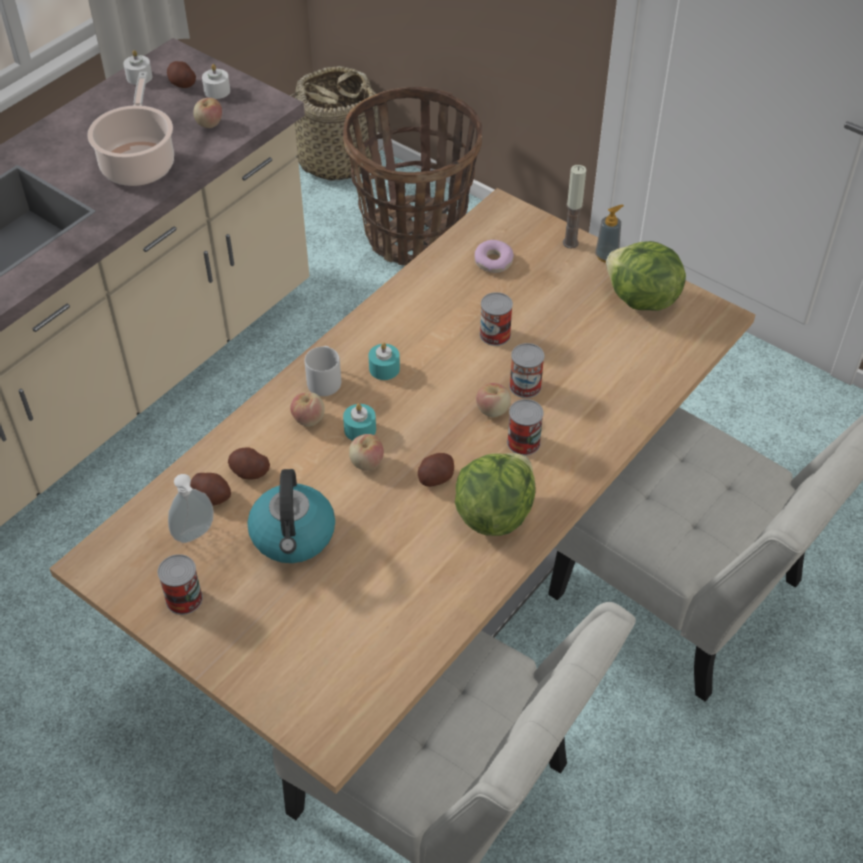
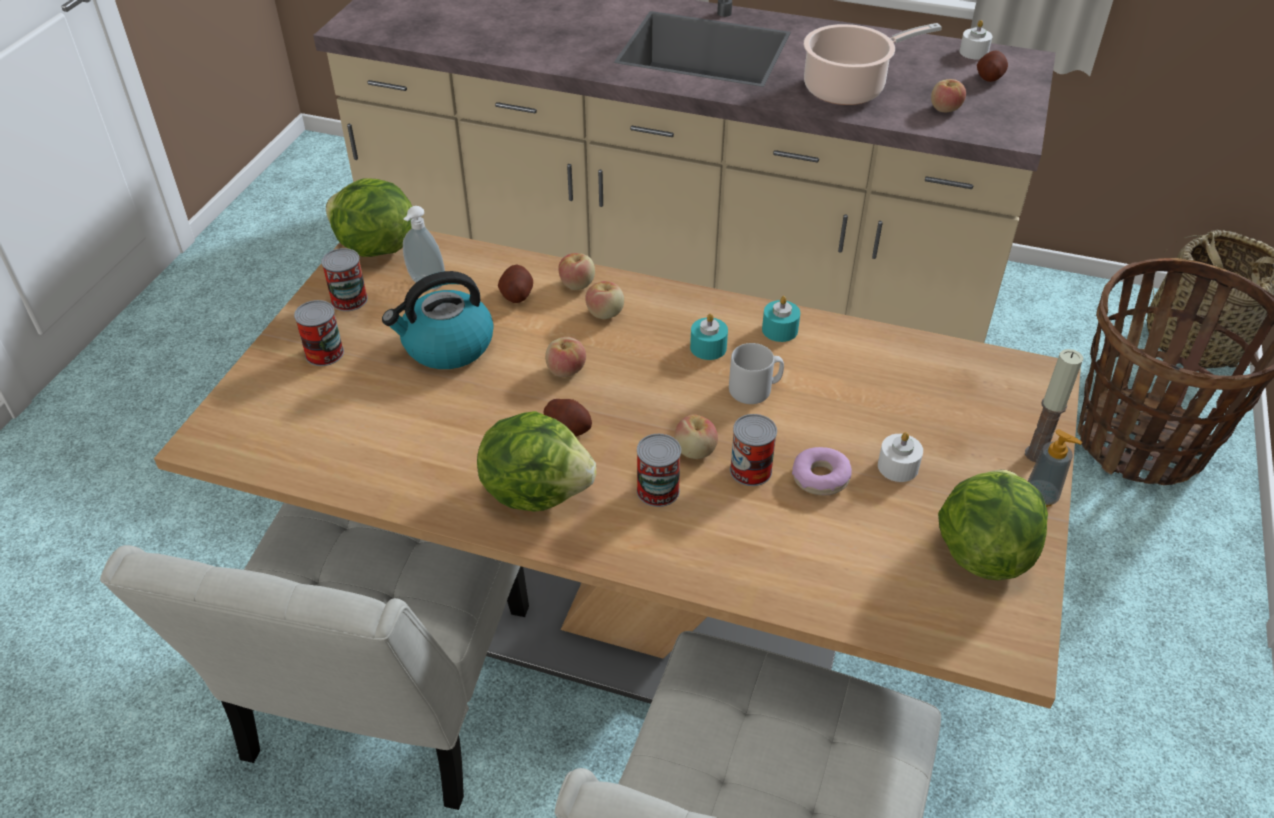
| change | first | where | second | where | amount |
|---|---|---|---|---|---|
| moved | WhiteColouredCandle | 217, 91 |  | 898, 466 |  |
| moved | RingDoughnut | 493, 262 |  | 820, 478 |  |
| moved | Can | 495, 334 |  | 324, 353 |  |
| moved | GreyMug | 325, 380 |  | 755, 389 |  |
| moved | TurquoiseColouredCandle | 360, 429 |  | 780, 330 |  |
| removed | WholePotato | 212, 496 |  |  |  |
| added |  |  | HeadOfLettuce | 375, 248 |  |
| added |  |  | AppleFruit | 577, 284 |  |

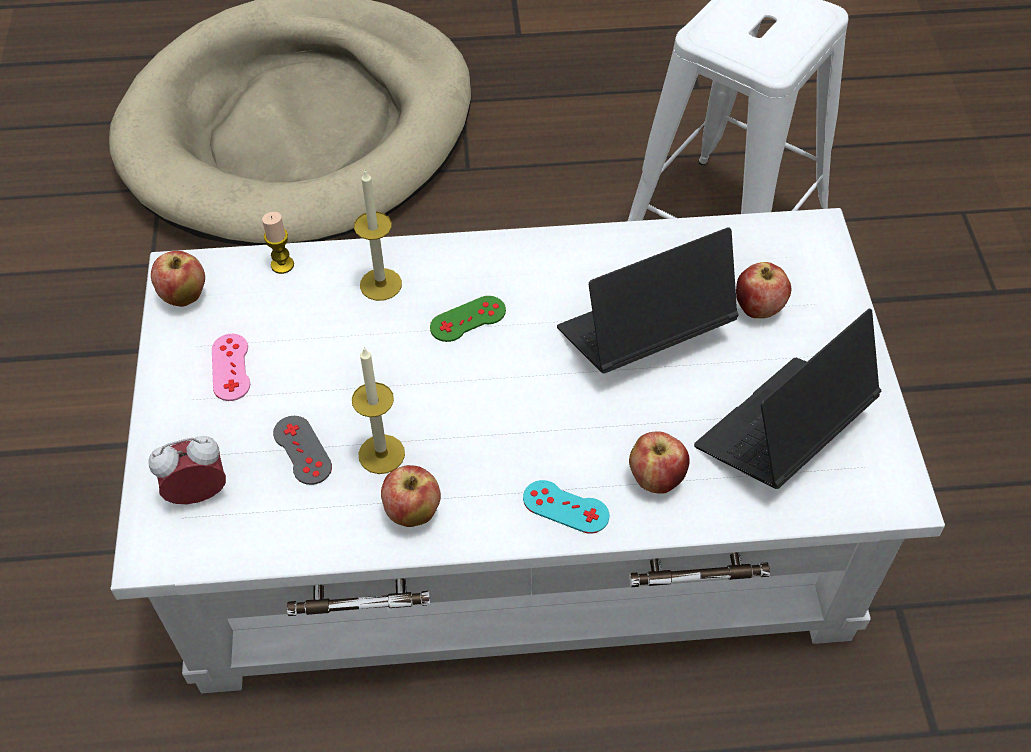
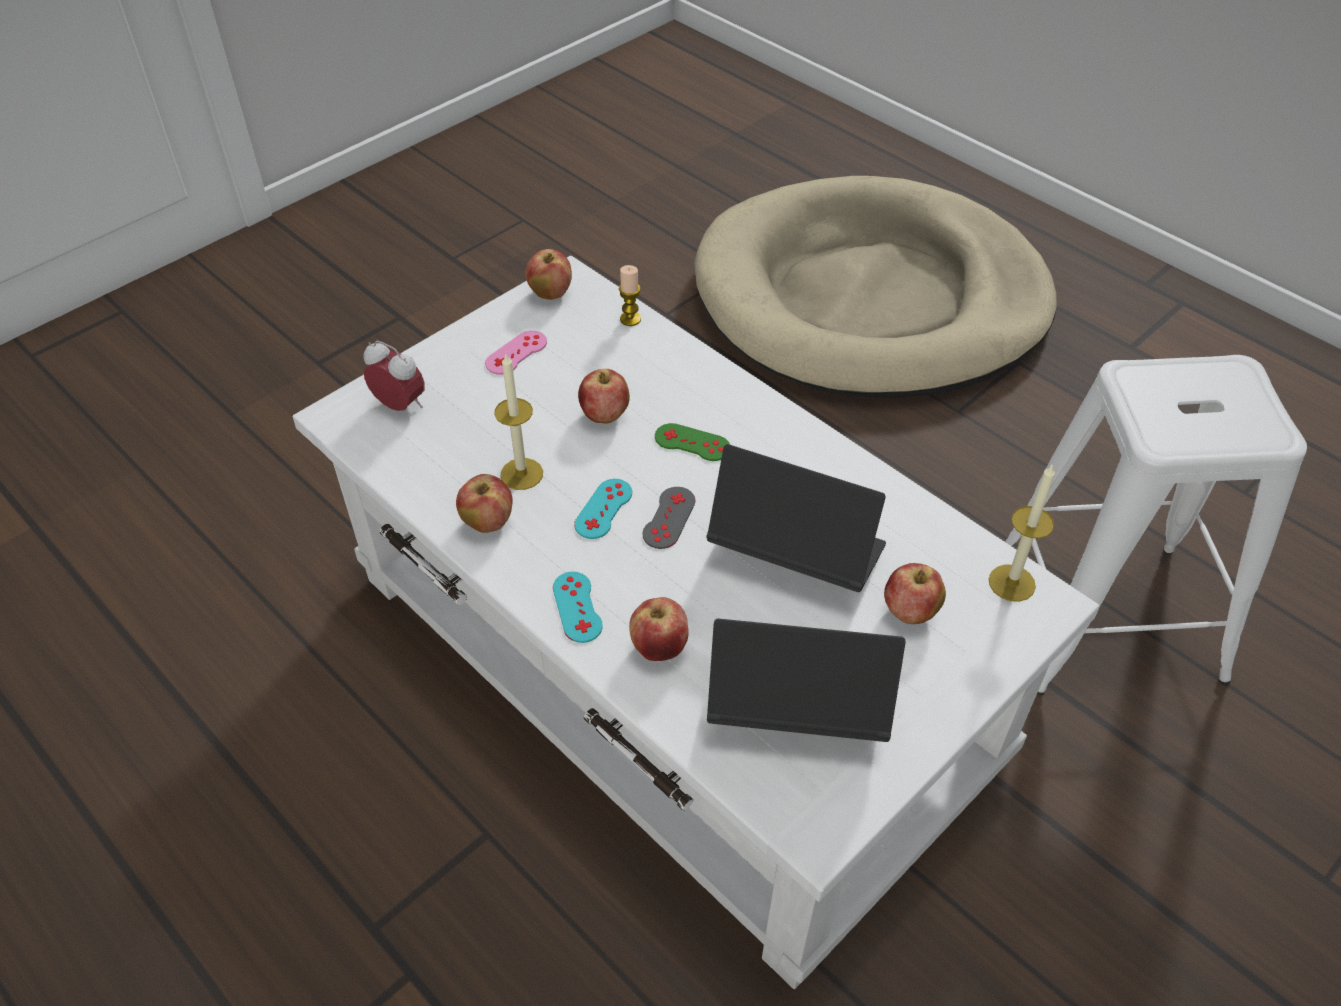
| change | first | where | second | where | amount |
|---|---|---|---|---|---|
| moved | Candle | 380, 284 |  | 1011, 583 |  |
| moved | GreyGamepad | 302, 450 |  | 669, 518 |  |
| added |  |  | AppleFruit | 604, 415 |  |
| added |  |  | TurquoiseColouredGamepad | 603, 509 |  |

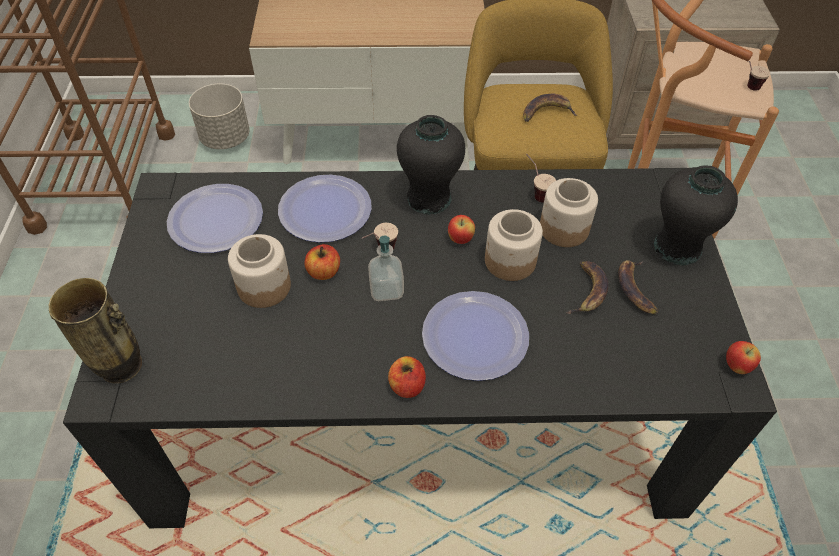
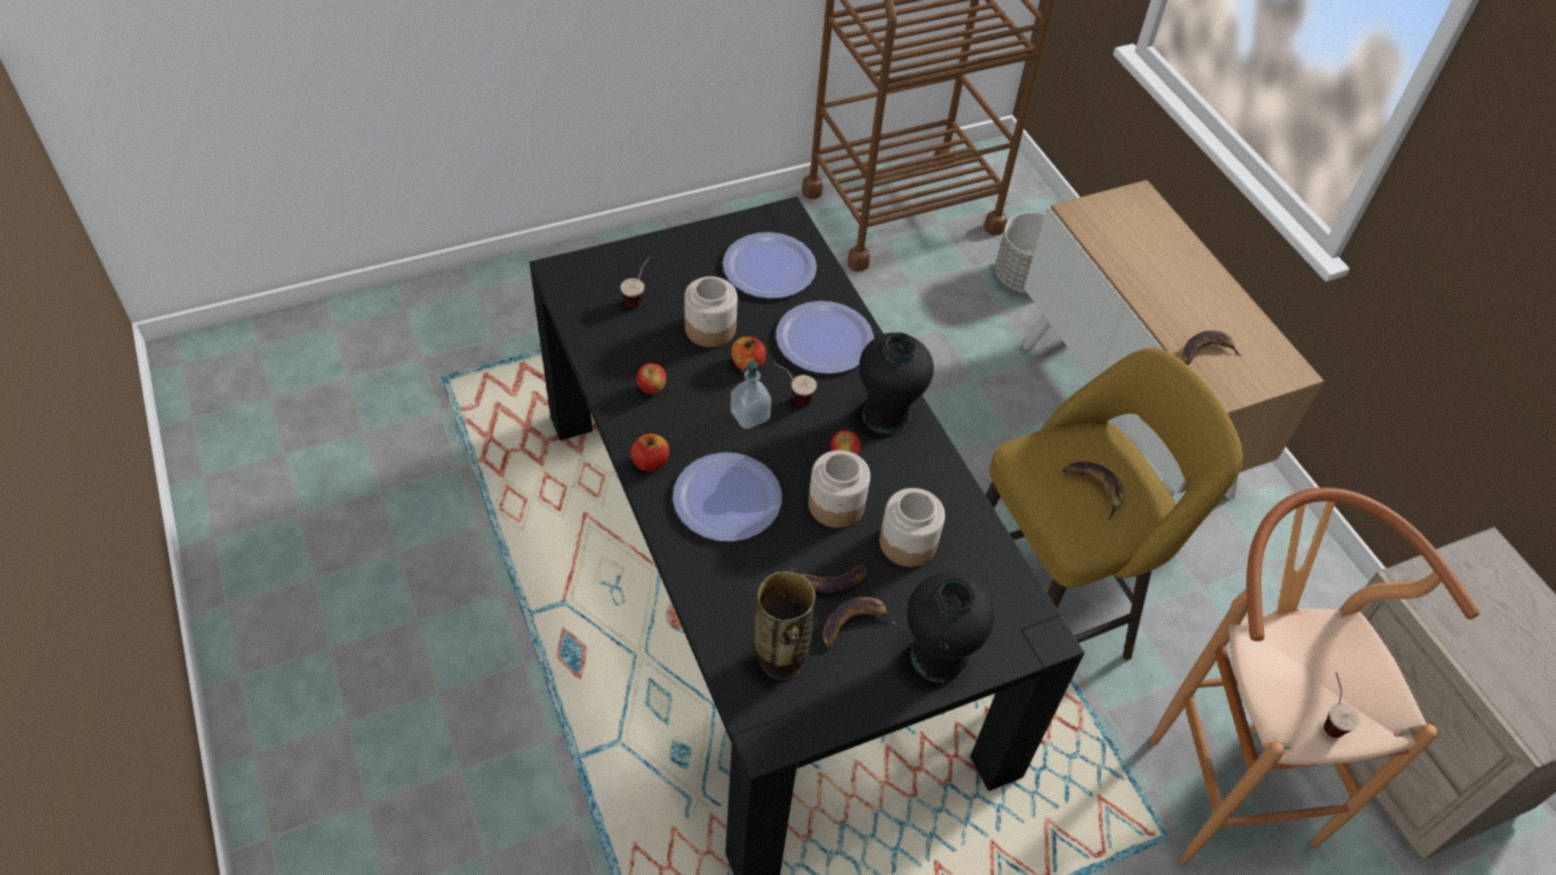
| change | first | where | second | where | amount |
|---|---|---|---|---|---|
| moved | SmallCup | 535, 192 |  | 638, 297 |  |
| moved | Vase | 121, 367 |  | 780, 661 |  |
| moved | AppleFruit | 736, 366 |  | 652, 389 |  |
| added |  |  | BananaFruit | 1206, 351 |  |

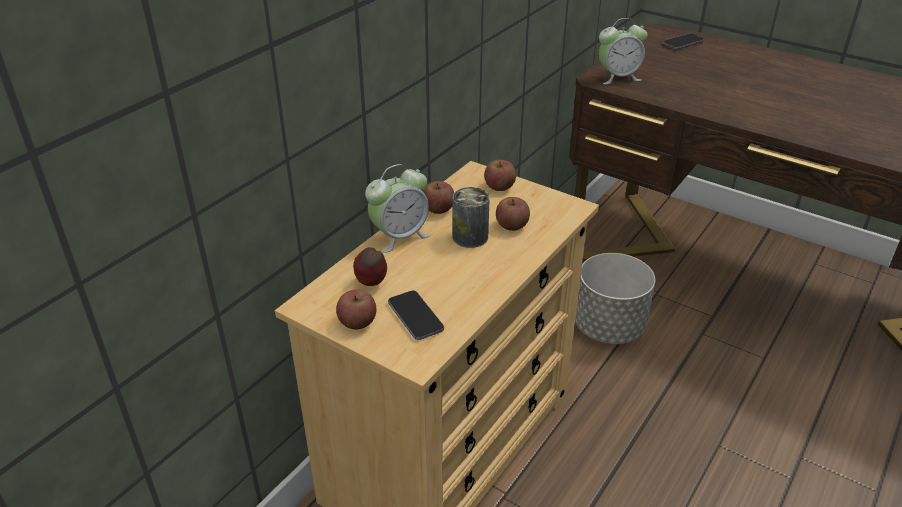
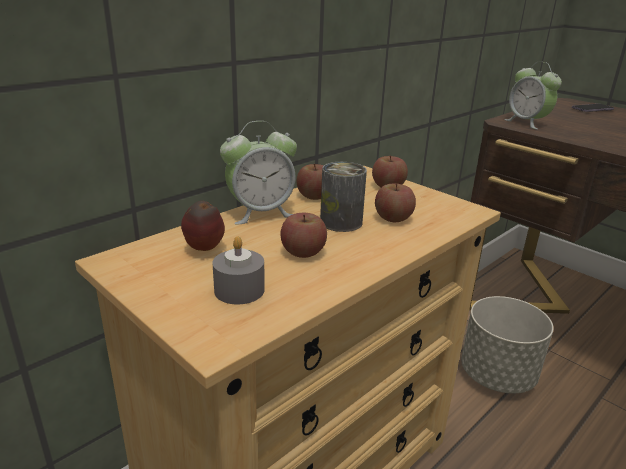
| change | first | where | second | where | amount |
|---|---|---|---|---|---|
| turned | AlarmClock | 618, 77 |  | 527, 123 | 60 degrees clockwise |
| moved | AppleFruit | 357, 322 |  | 303, 252 |  |
| replaced | Phone | 415, 316 | GreyCandle | 239, 290 |  |

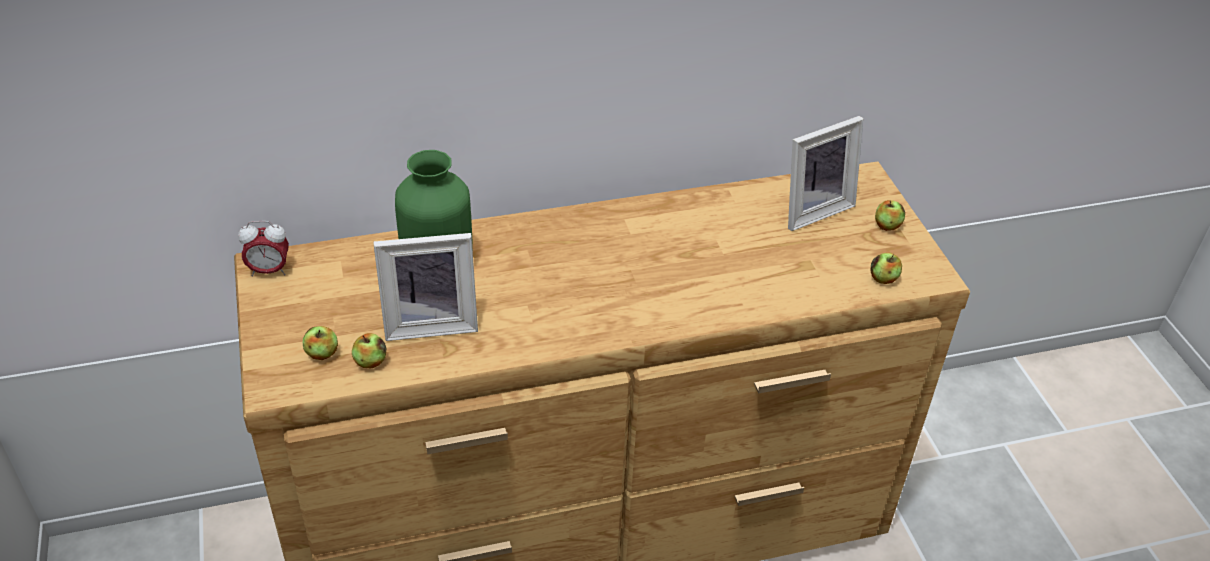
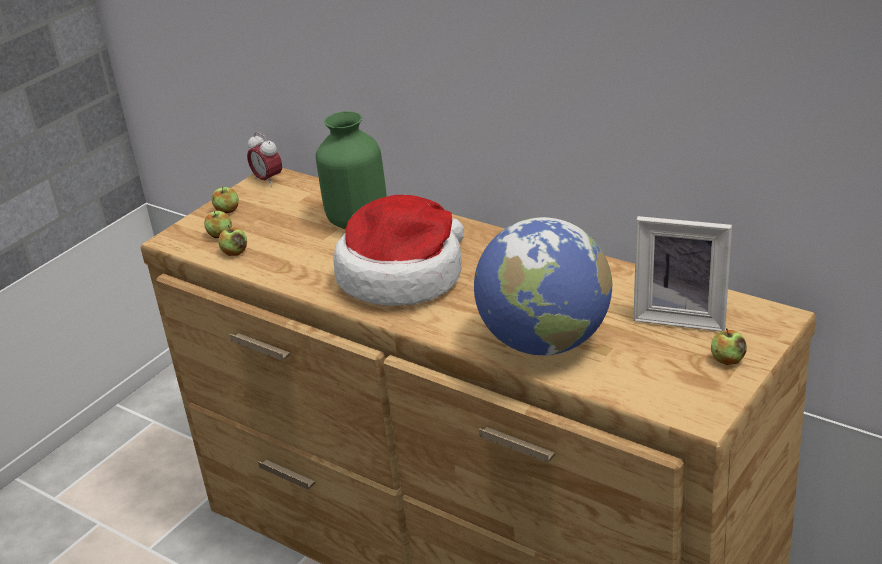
| change | first | where | second | where | amount |
|---|---|---|---|---|---|
| removed | StandingFrame | 430, 322 |  |  |  |
| moved | AppleFruit | 883, 279 |  | 227, 210 |  |
| added |  |  | ClothingHat | 403, 276 |  |
| added |  |  | Globe | 545, 342 |  |

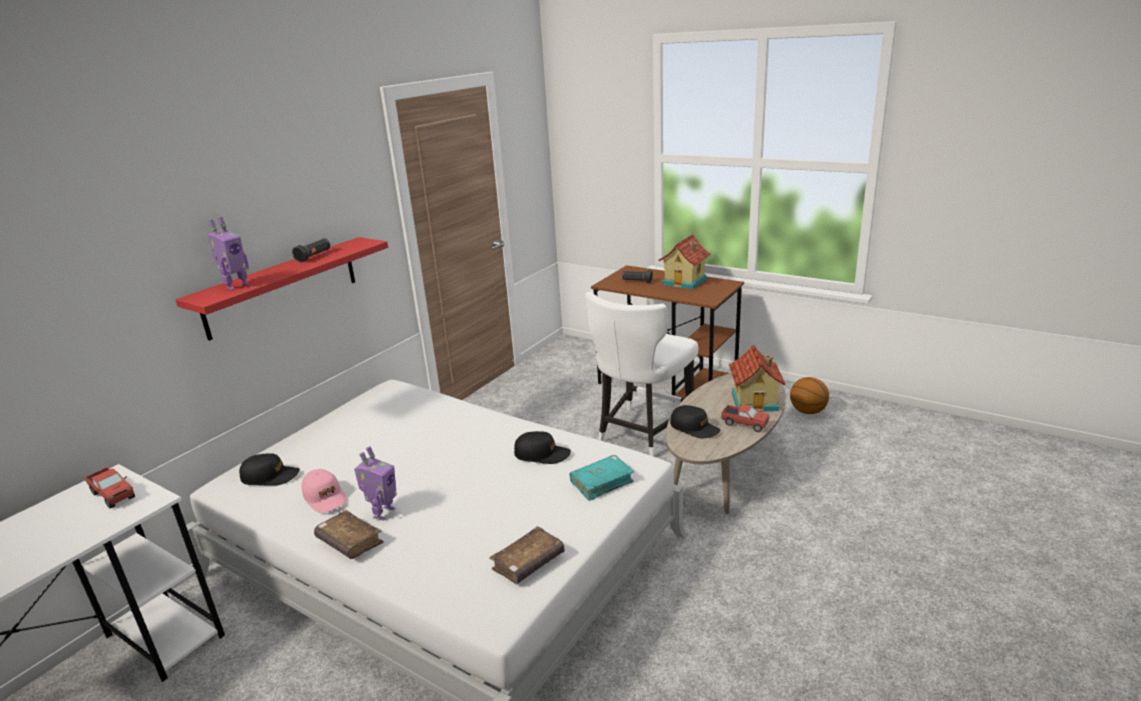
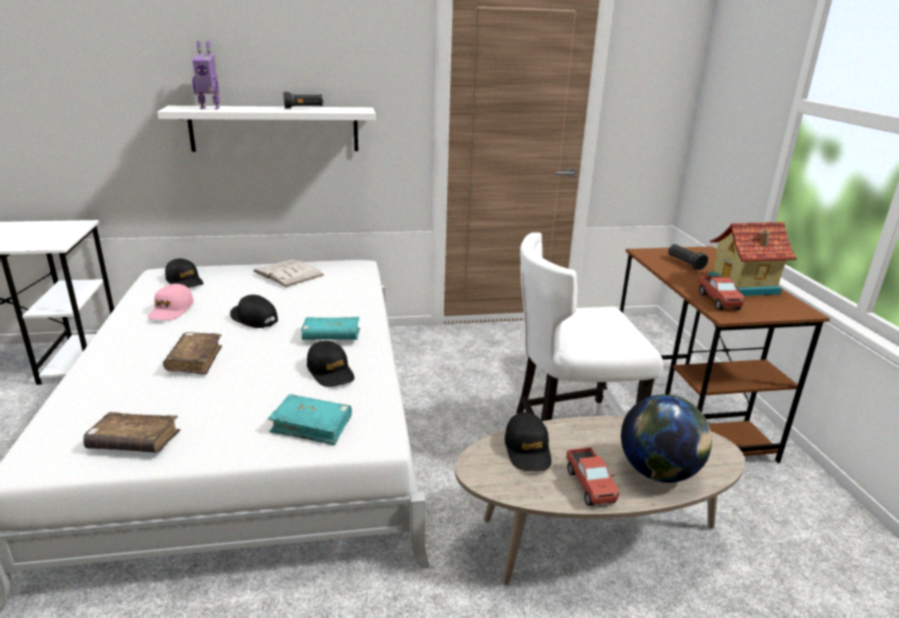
| change | first | where | second | where | amount |
|---|---|---|---|---|---|
| recoloured | ReddishBracketShelf | 282, 286 | WhiteColouredBracketShelf | 275, 129 |  |
| replaced | ToyHouse | 756, 401 | Globe | 658, 473 |  |
| removed | Basketball | 808, 411 |  |  |  |
| removed | RobotFigure | 383, 513 |  |  |  |
| moved | ToyTruck | 113, 495 |  | 718, 301 |  |
| moved | BrownBook | 350, 542 |  | 195, 360 |  |
| added |  |  | WhiteColouredBook | 288, 273 |  |
| added |  |  | BlackPeakedCap | 253, 318 |  |
| added |  |  | TurquoiseColouredBook | 331, 336 |  |

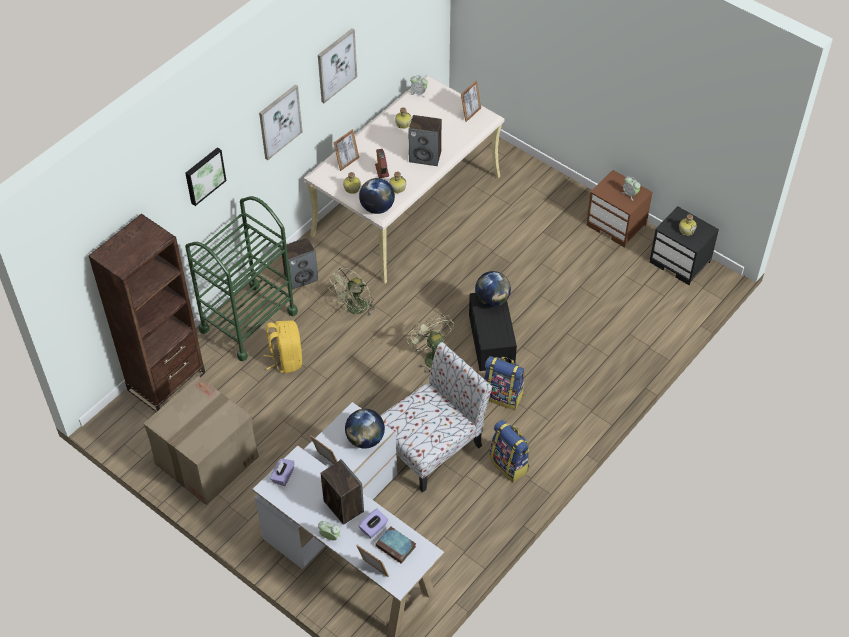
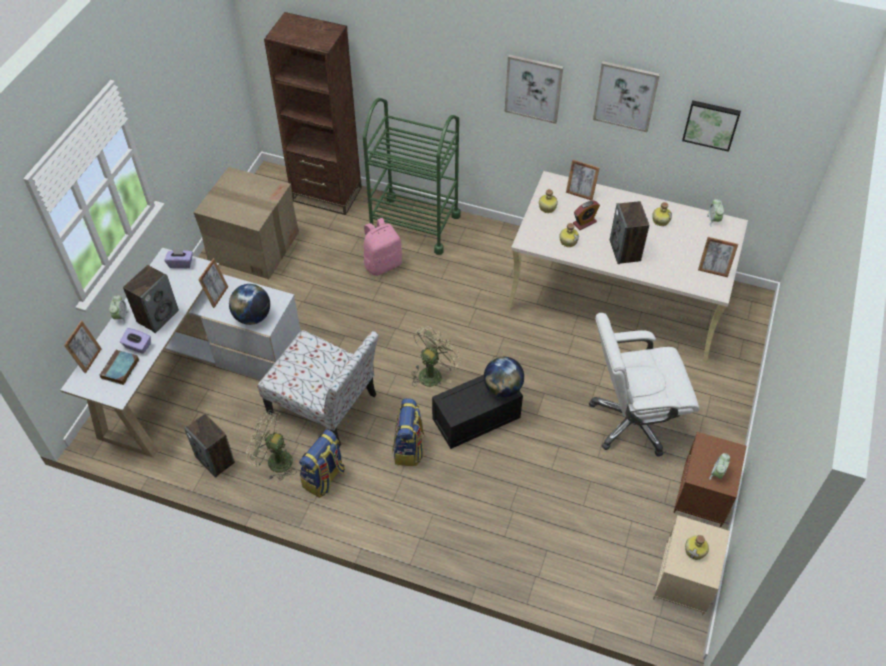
| change | first | where | second | where | amount |
|---|---|---|---|---|---|
| moved | Picture | 204, 175 |  | 711, 124 |  |
| removed | Globe | 377, 207 |  |  |  |
| recoloured | BlackNightstand | 681, 262 | BeigeColouredNightstand | 684, 580 |  |
| moved | Loudspeaker | 301, 277 |  | 215, 459 |  |
| moved | GreenishFan | 354, 309 |  | 274, 461 |  |
| recoloured | YellowColouredBackpack | 286, 359 | PinkBackpack | 382, 264 |  |
| added |  |  | WhiteColouredComputerChair | 632, 421 |  |

